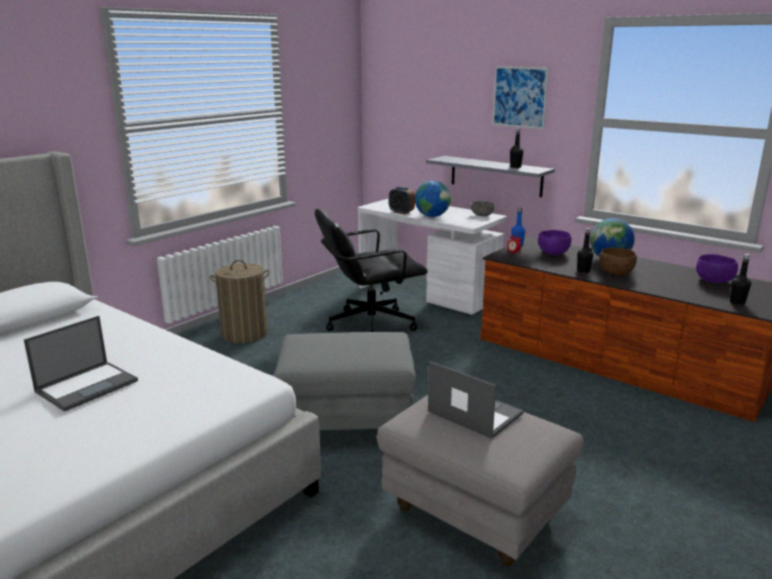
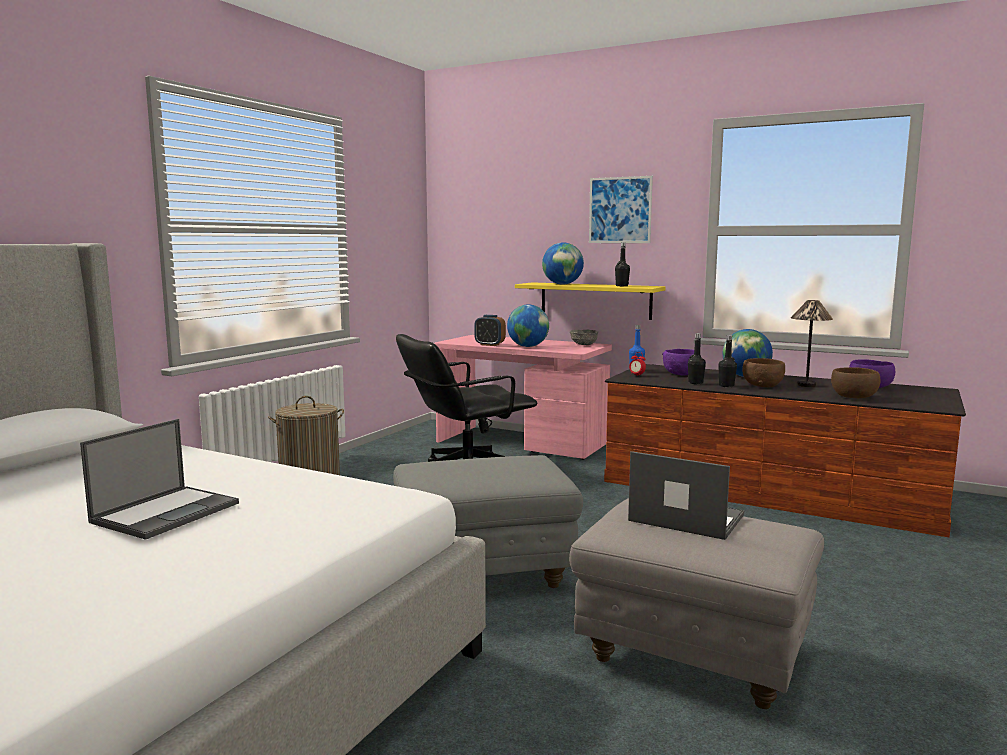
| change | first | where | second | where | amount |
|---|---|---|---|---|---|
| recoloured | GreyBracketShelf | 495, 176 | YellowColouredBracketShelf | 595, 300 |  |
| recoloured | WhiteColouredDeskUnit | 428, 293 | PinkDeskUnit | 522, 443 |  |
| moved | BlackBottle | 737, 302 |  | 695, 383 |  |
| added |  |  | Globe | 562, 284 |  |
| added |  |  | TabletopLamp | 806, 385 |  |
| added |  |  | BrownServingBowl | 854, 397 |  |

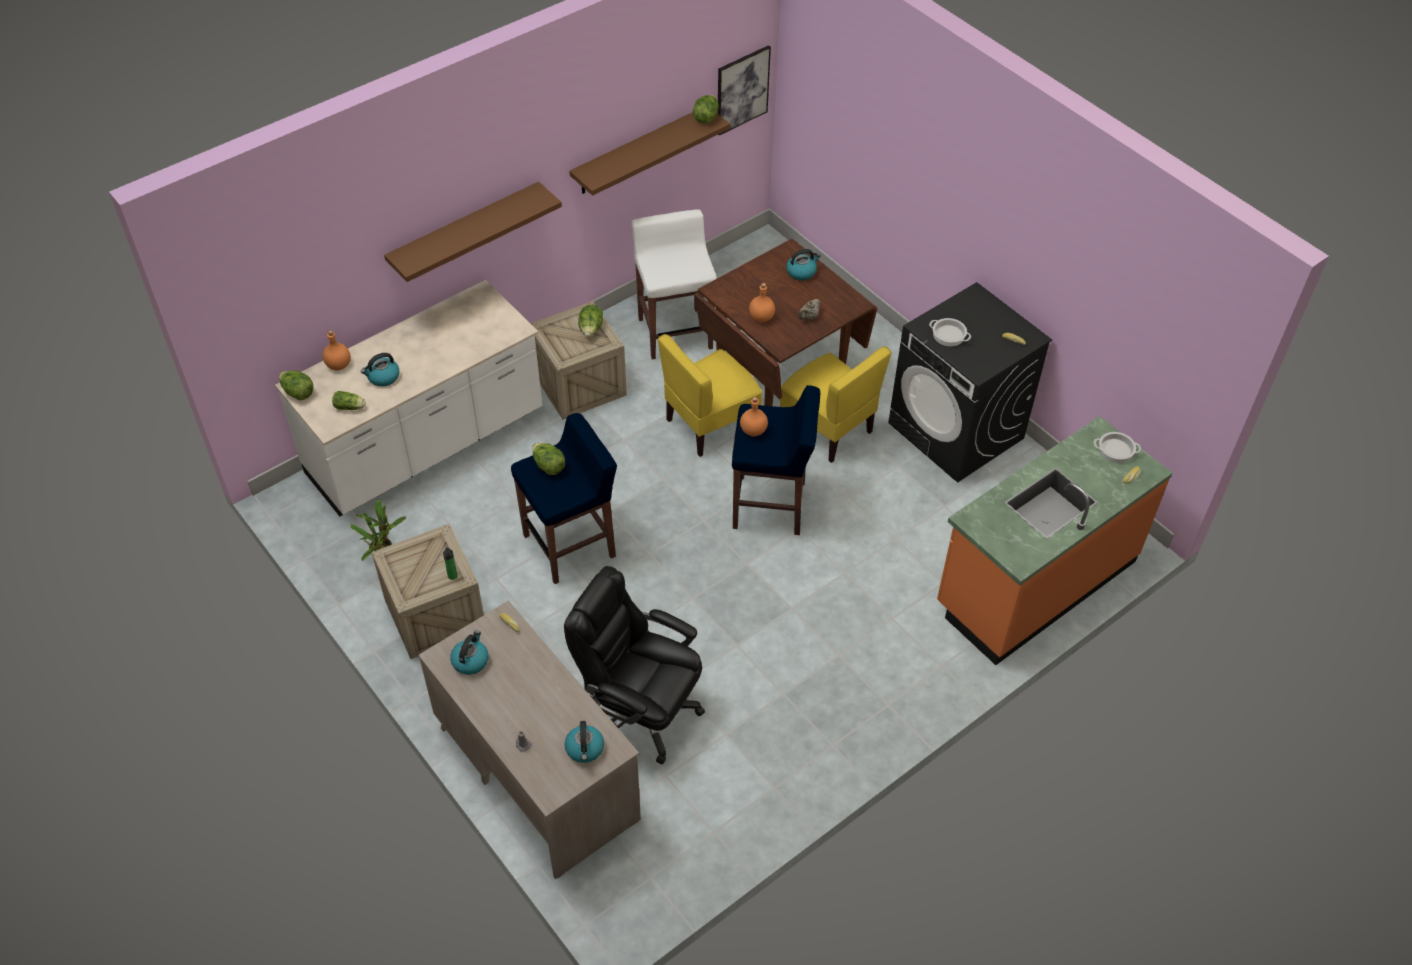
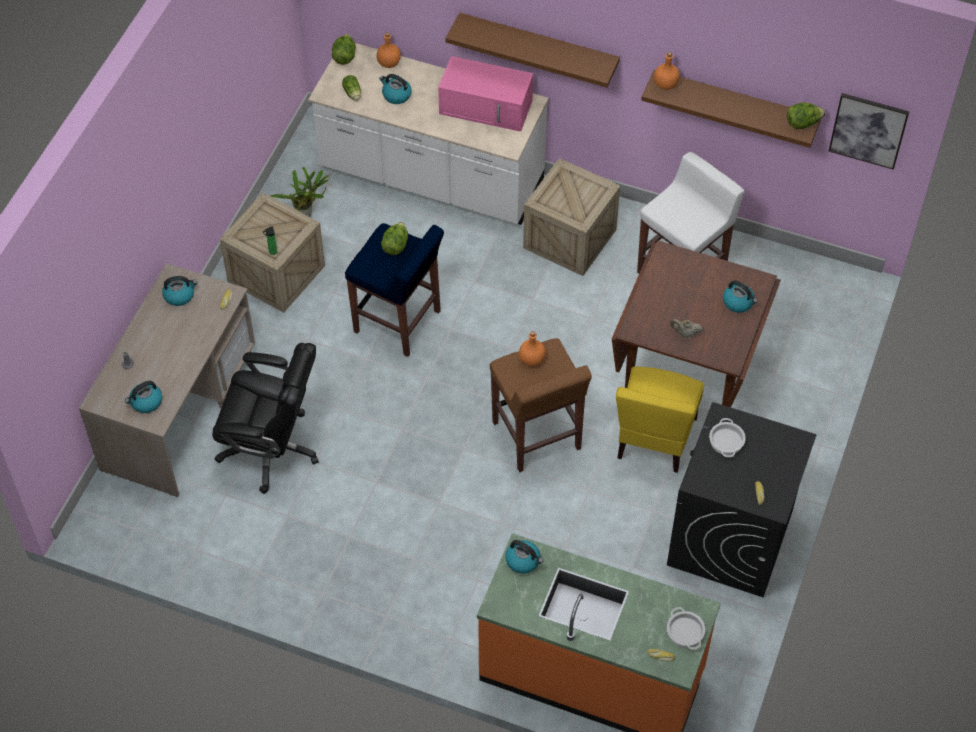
| change | first | where | second | where | amount |
|---|---|---|---|---|---|
| moved | OrangeBottle | 762, 317 |  | 666, 85 |  |
| removed | HeadOfLettuce | 591, 330 |  |  |  |
| removed | YellowColouredPlainChair | 710, 425 |  |  |  |
| recoloured | BluishSittingStool | 771, 506 | BrownSittingStool | 537, 437 |  |
| turned | BlackComputerChair | 640, 712 |  | 272, 449 | 105 degrees clockwise |
| added |  |  | PinkKitchenMicrowave | 487, 107 |  |
| added |  |  | TeaKettle | 523, 561 |  |

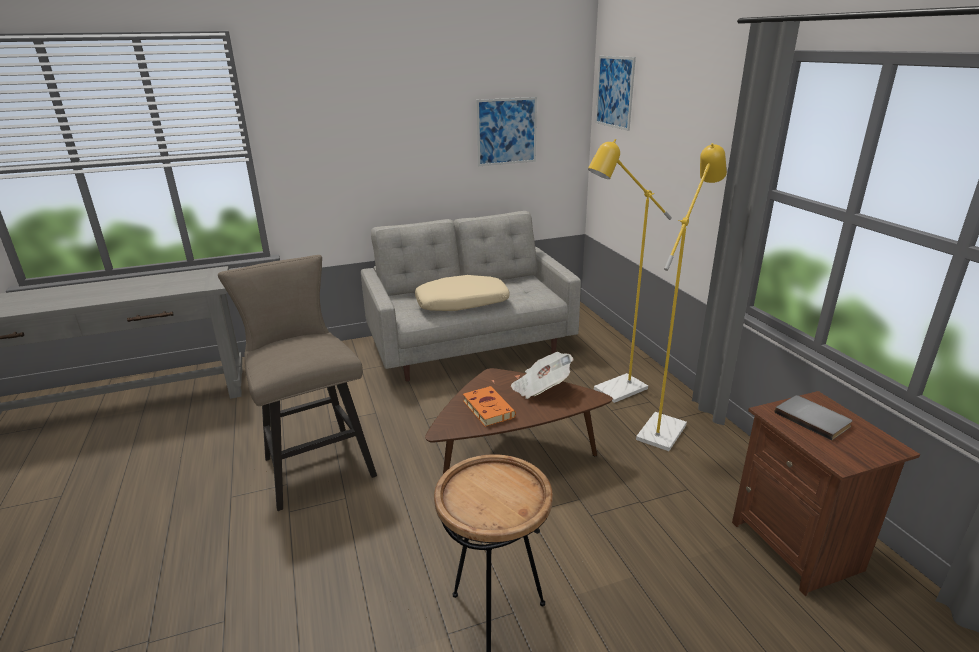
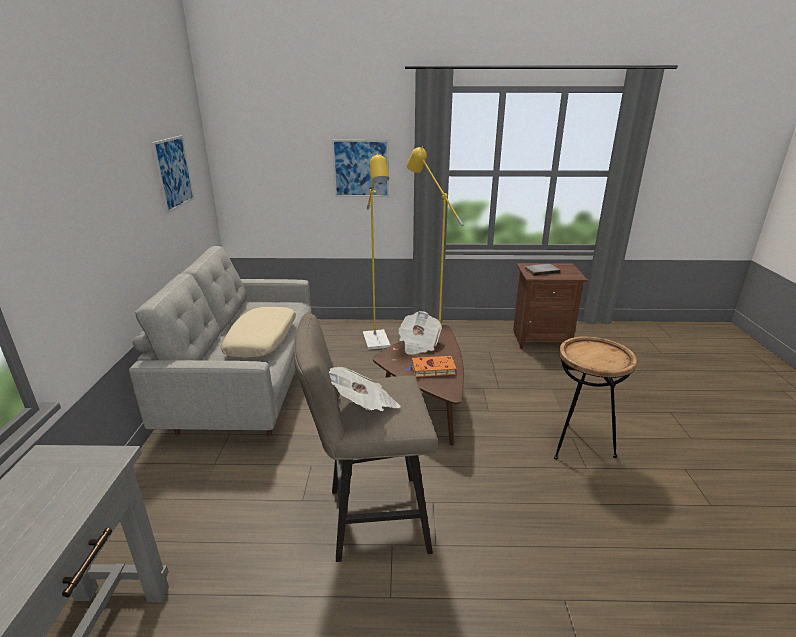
| change | first | where | second | where | amount |
|---|---|---|---|---|---|
| moved | Picture | 614, 92 |  | 361, 168 |  |
| added |  |  | PrintedPaper | 363, 405 |  |

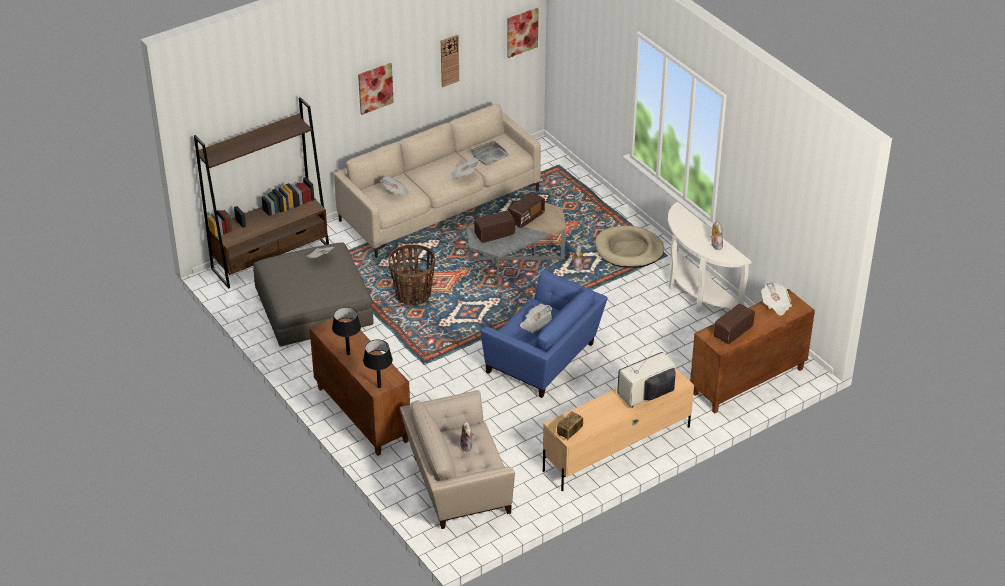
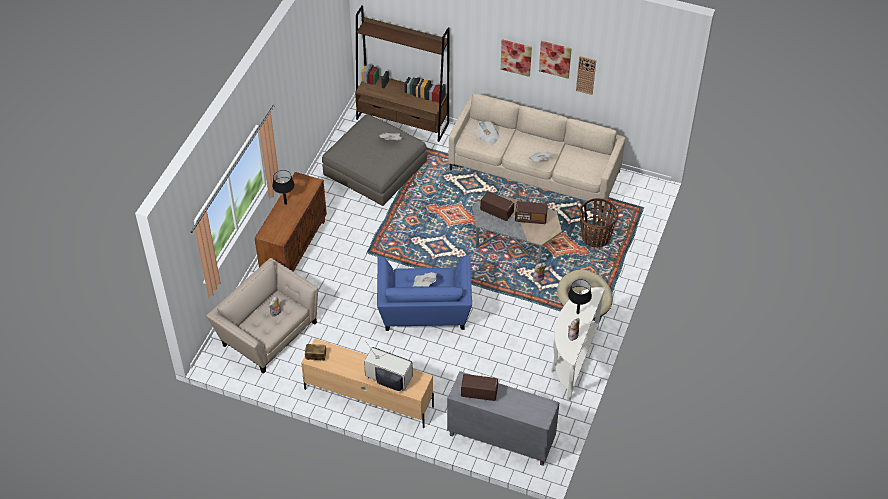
| change | first | where | second | where | amount |
|---|---|---|---|---|---|
| moved | Picture | 522, 32 |  | 555, 59 |  |
| removed | GreyServingTray | 489, 155 |  |  |  |
| moved | StorageBasket | 413, 295 |  | 595, 237 |  |
| removed | PrintedPaper | 775, 305 |  |  |  |
| recoloured | BrownCupboard | 747, 382 | GreyCupboard | 500, 439 |  |
| moved | BlackTabletopLamp | 379, 387 |  | 577, 313 |  |

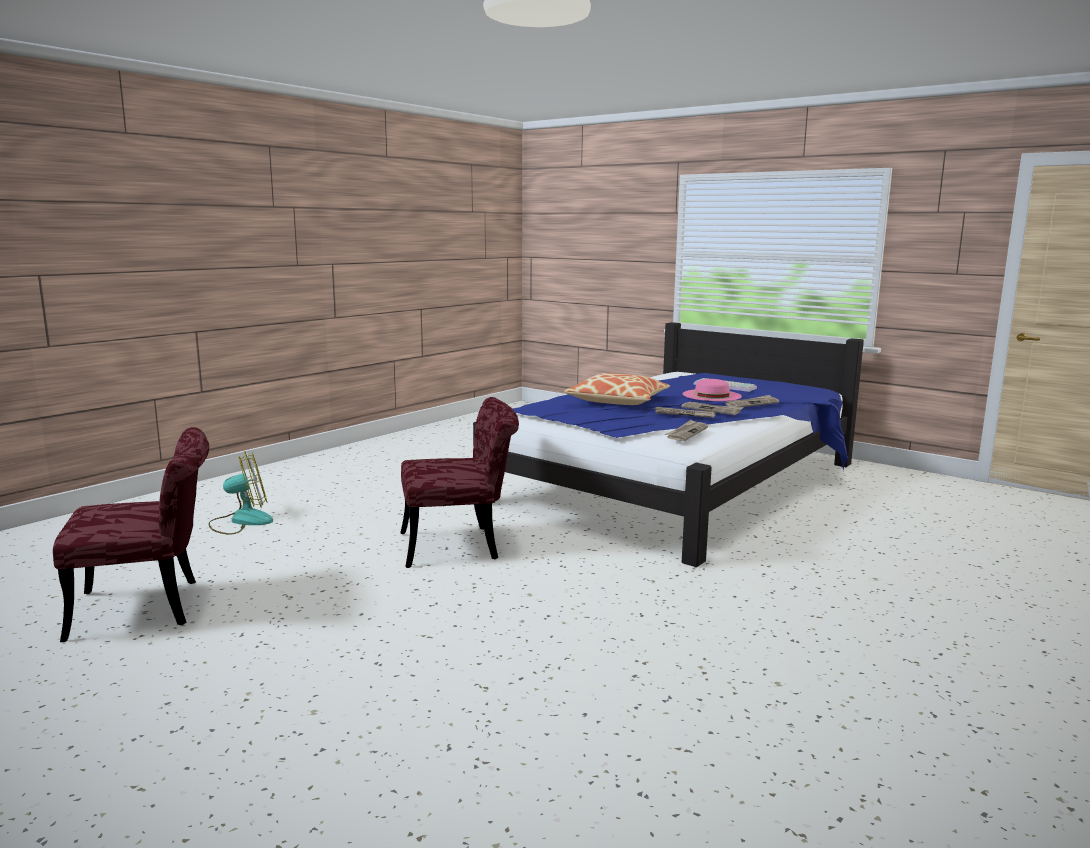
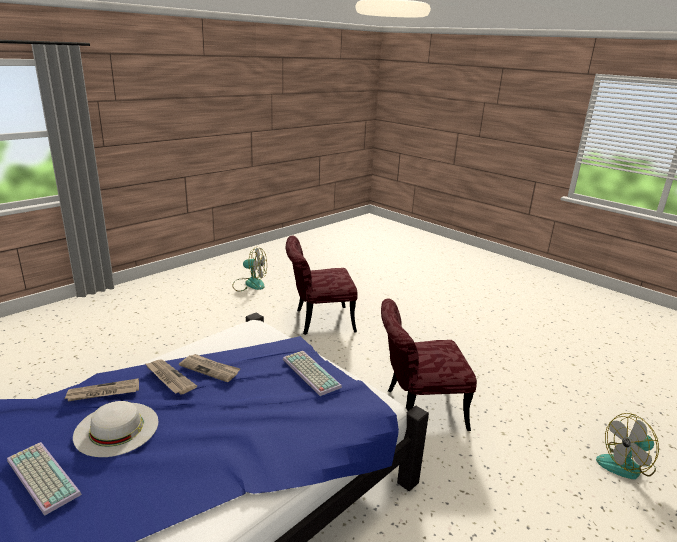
| change | first | where | second | where | amount |
|---|---|---|---|---|---|
| removed | Cushion | 617, 401 |  |  |  |
| recoloured | PinkClothingHat | 711, 395 | WhiteColouredClothingHat | 116, 428 |  |
| removed | PrintedPaper | 686, 432 |  |  |  |
| moved | ReddishPlainChair | 151, 607 |  | 318, 321 |  |
| added |  |  | Fan | 249, 284 |  |
| added |  |  | PcKeyboard | 309, 373 |  |

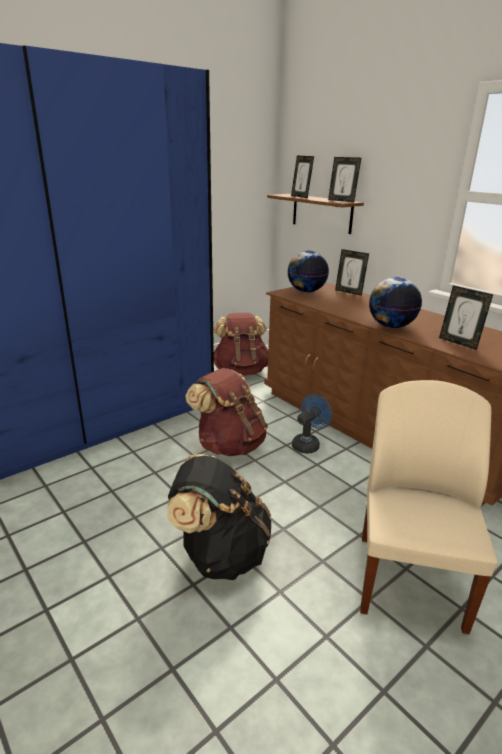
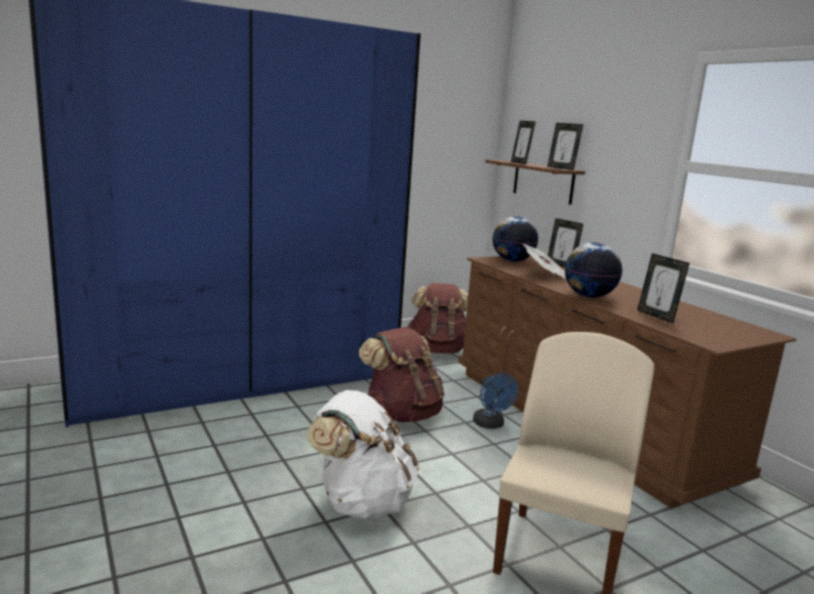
| change | first | where | second | where | amount |
|---|---|---|---|---|---|
| turned | BluishFan | 308, 444 |  | 491, 425 | 105 degrees clockwise |
| recoloured | BlackBackpack | 220, 554 | WhiteColouredBackpack | 361, 502 |  |
| added |  |  | PrintedPaper | 545, 276 |  |

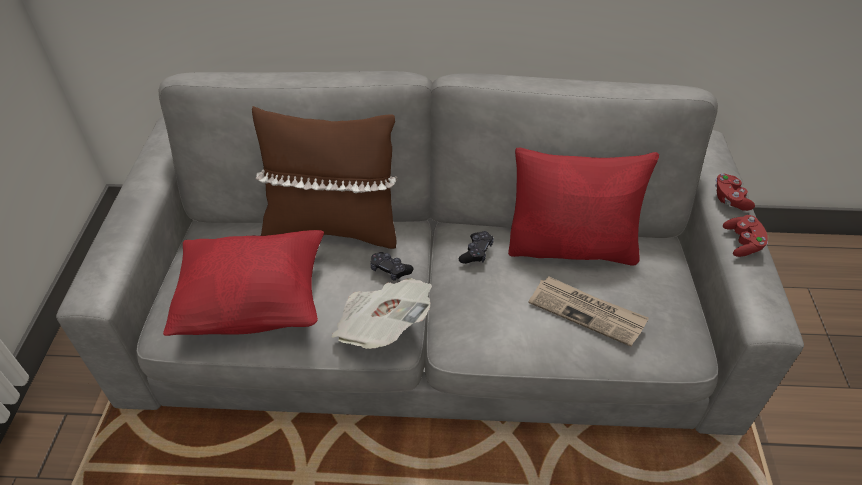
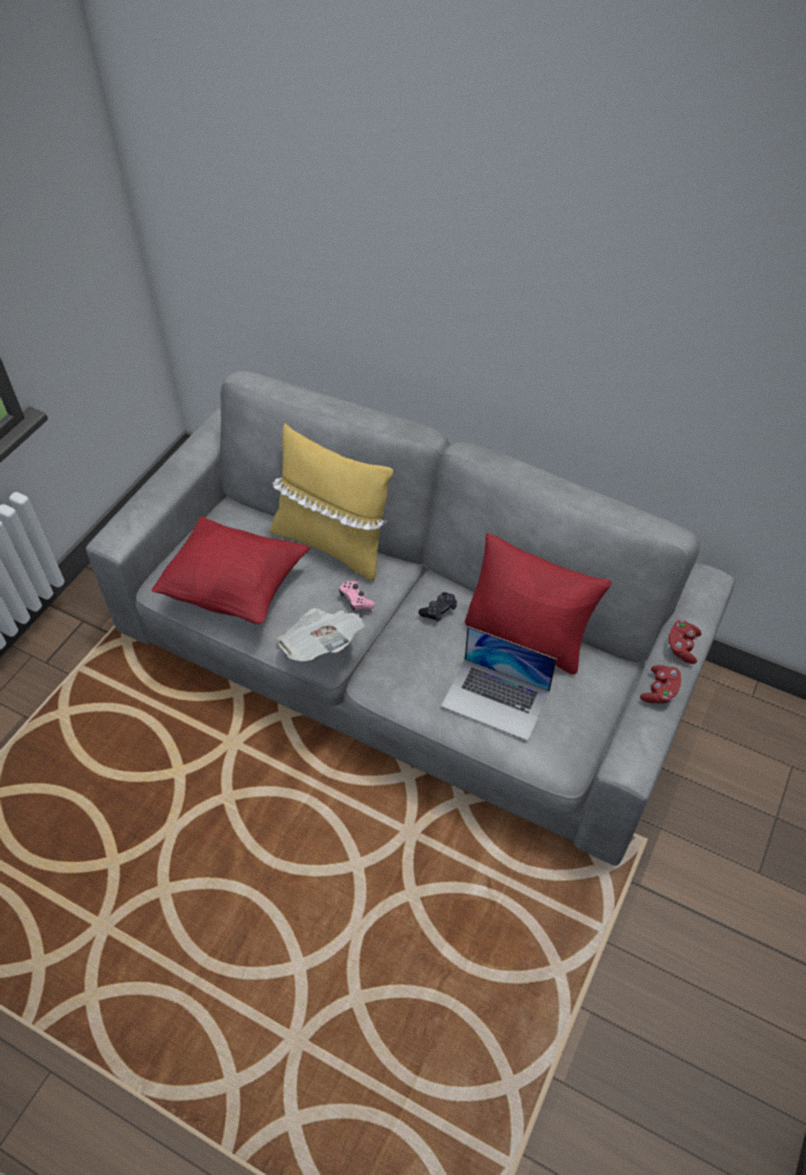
| change | first | where | second | where | amount |
|---|---|---|---|---|---|
| recoloured | BrownCushion | 332, 228 | YellowColouredCushion | 332, 544 |  |
| recoloured | BlackGamepad | 390, 270 | PinkGamepad | 356, 599 |  |
| replaced | PrintedPaper | 587, 312 | PortableComputer | 496, 698 |  |

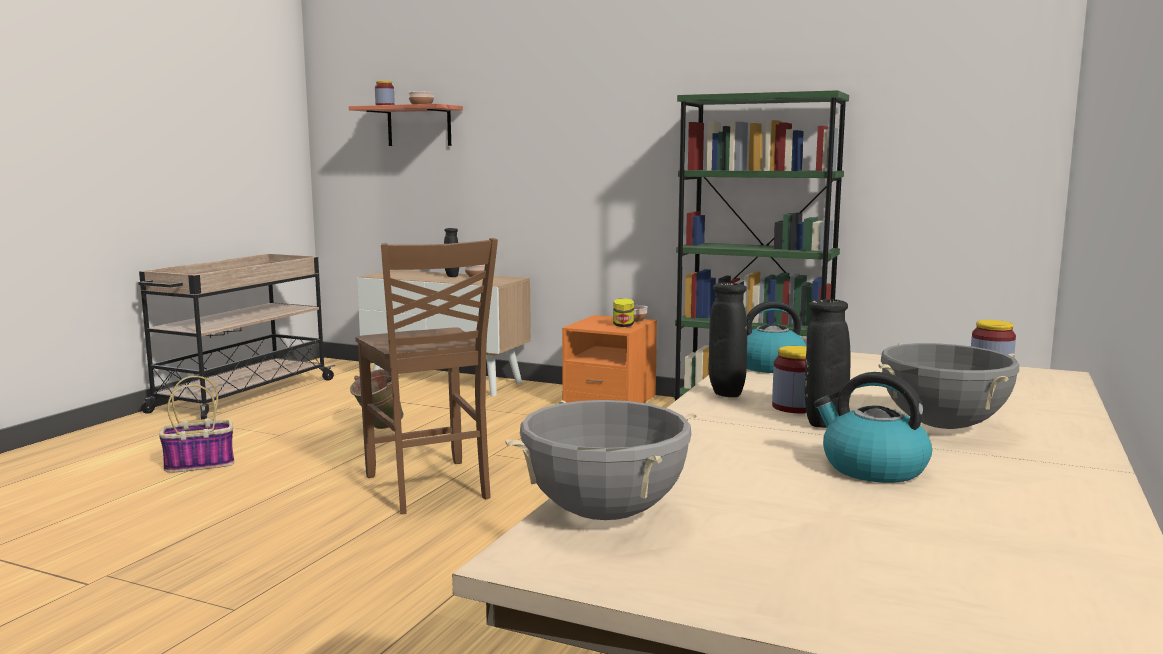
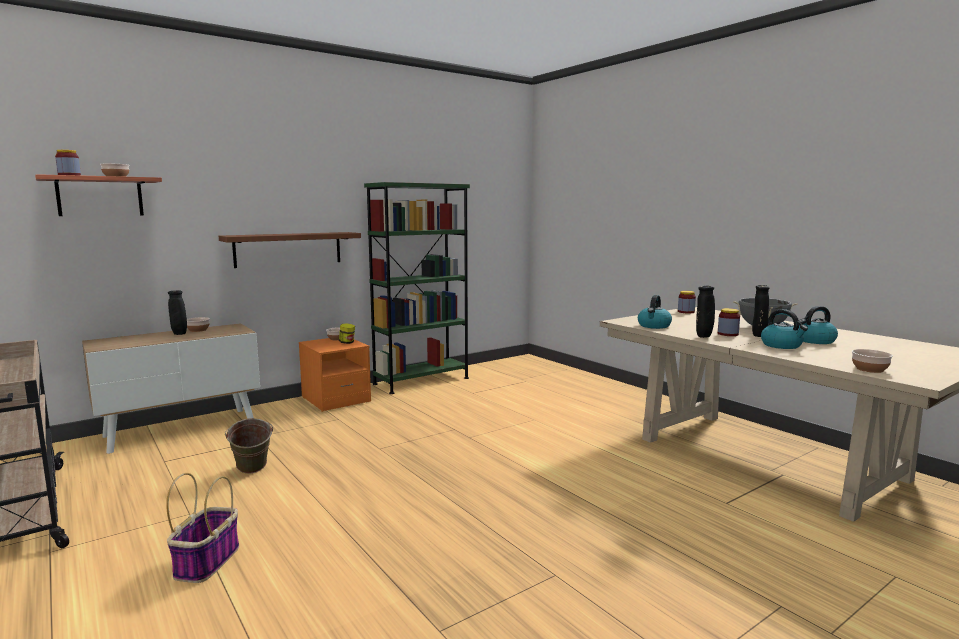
| change | first | where | second | where | amount |
|---|---|---|---|---|---|
| removed | BrownPlainChair | 429, 488 |  |  |  |
| replaced | GreySaucepot | 605, 513 | ServingBowl | 870, 369 |  |
| added |  |  | BrownBracketShelf | 288, 249 |  |
| added |  |  | TeaKettle | 782, 345 |  |

